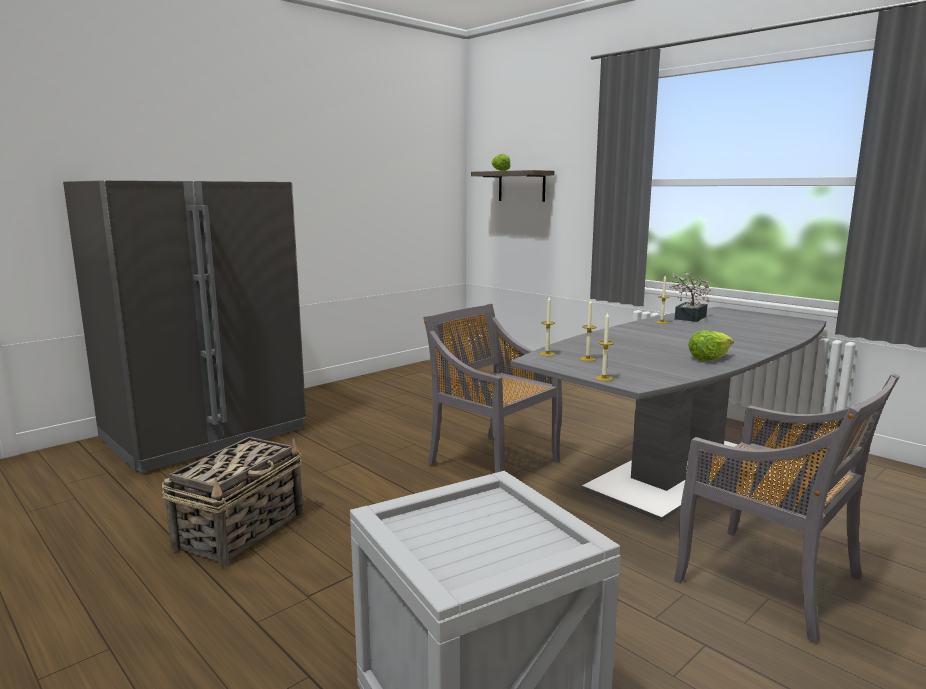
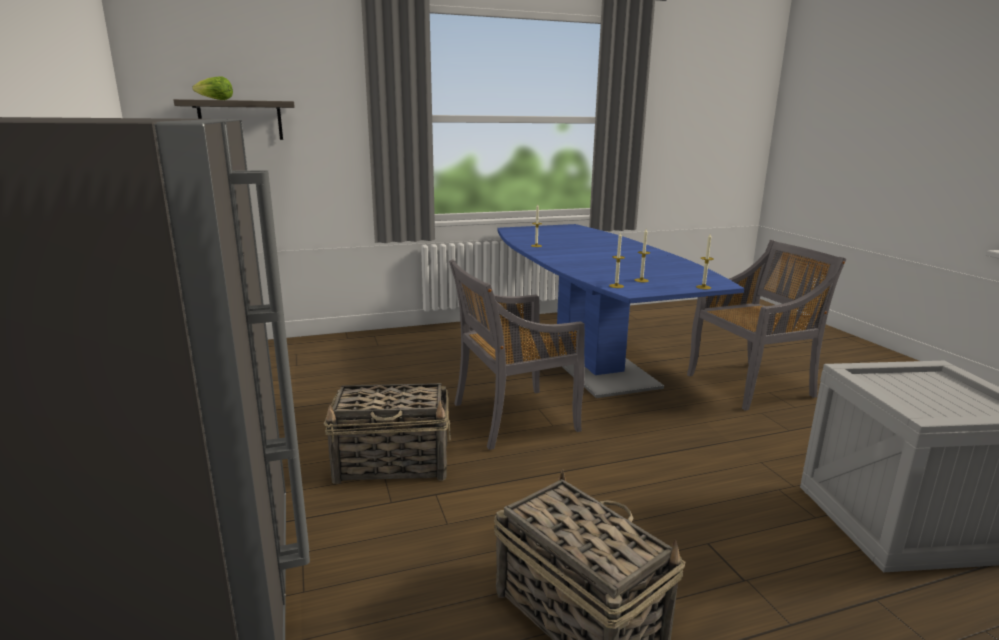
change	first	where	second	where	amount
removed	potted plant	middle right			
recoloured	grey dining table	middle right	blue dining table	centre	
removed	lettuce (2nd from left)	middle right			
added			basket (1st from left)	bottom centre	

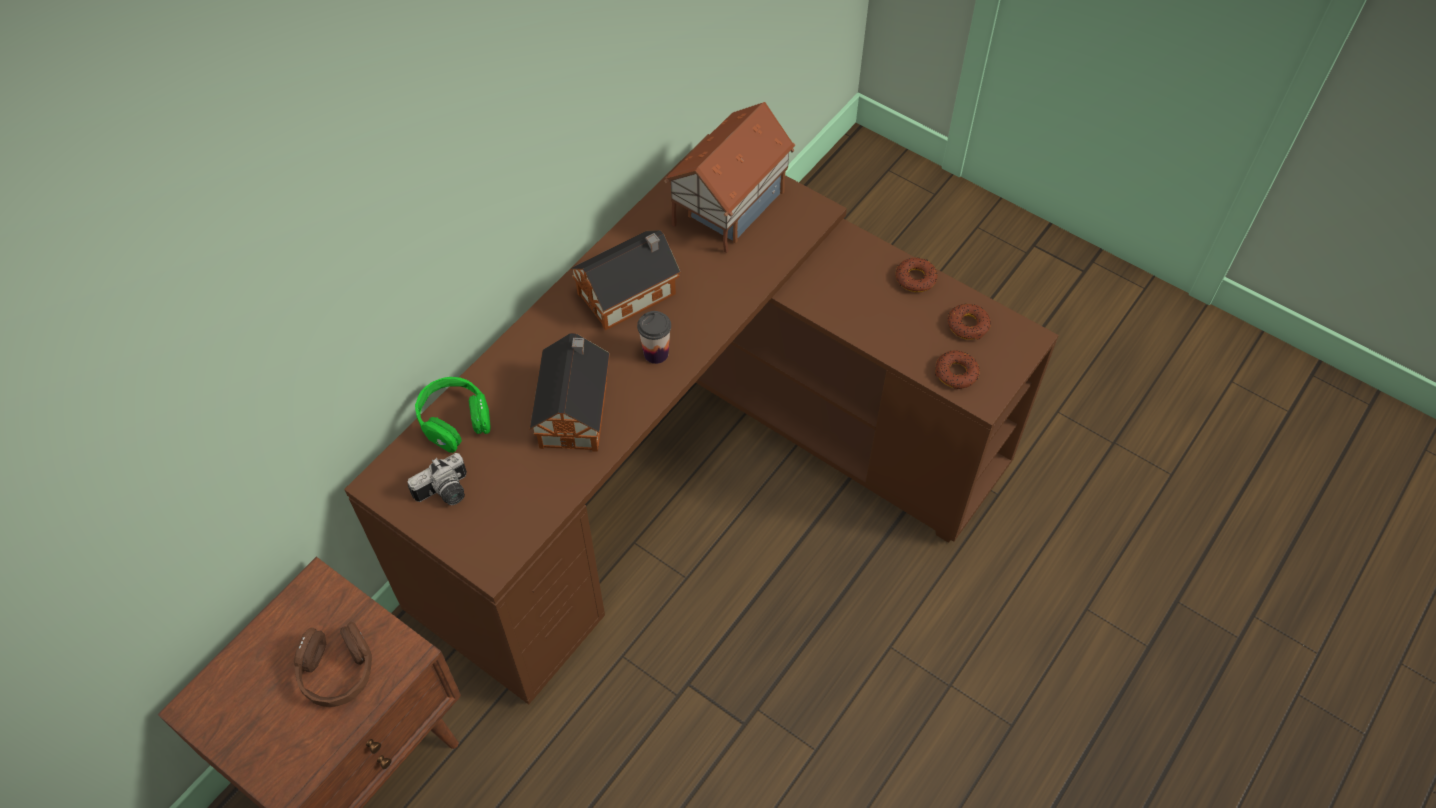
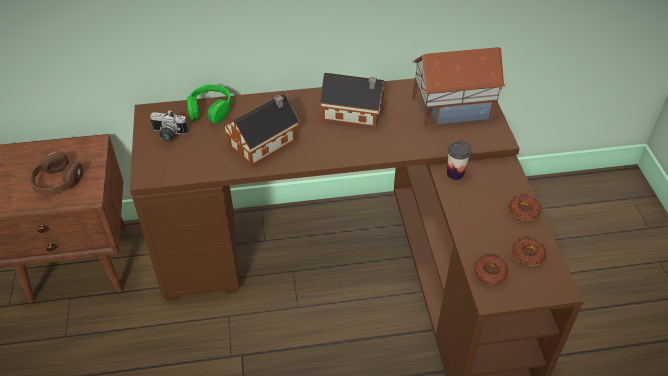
change	first	where	second	where	amount
moved	cup	centre		middle right	

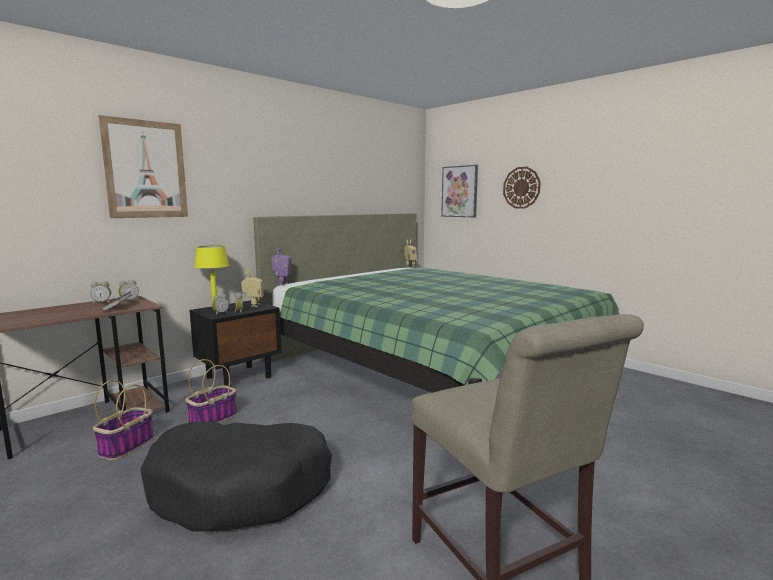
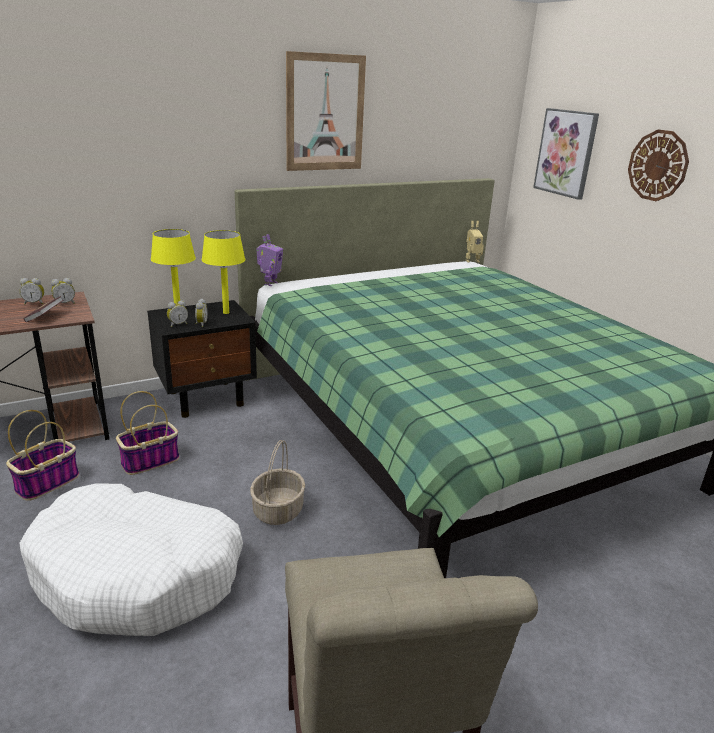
change	first	where	second	where	amount
moved	picture (1st from left)	top left		top centre	
replaced	toy robot (1st from left)	middle left	yellow table lamp (2nd from left)	middle left	
recoloured	black dog bed	bottom left	white dog bed	bottom left	
added			basket (3rd from left)	centre	

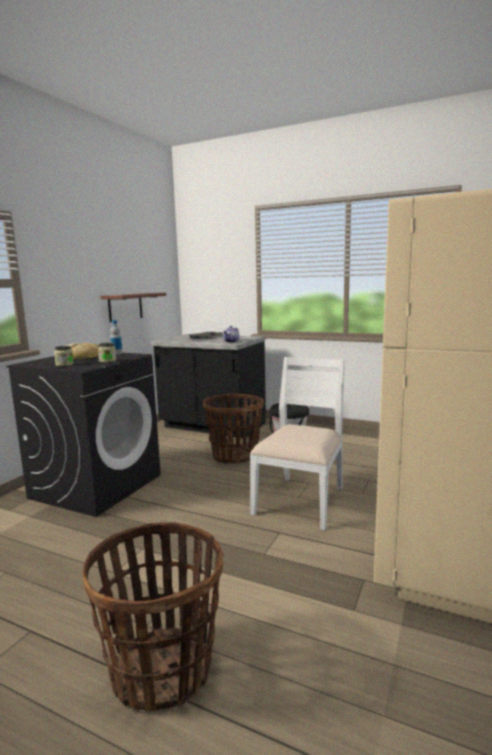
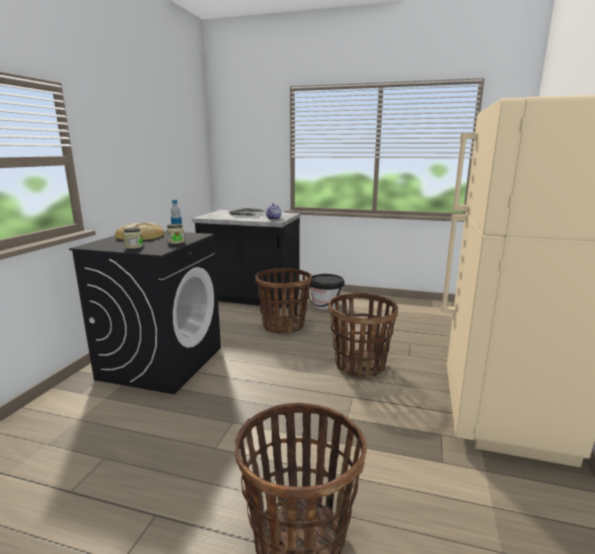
change	first	where	second	where	amount
removed	shelf	middle left			
replaced	white chair	centre	basket (3rd from left)	centre	

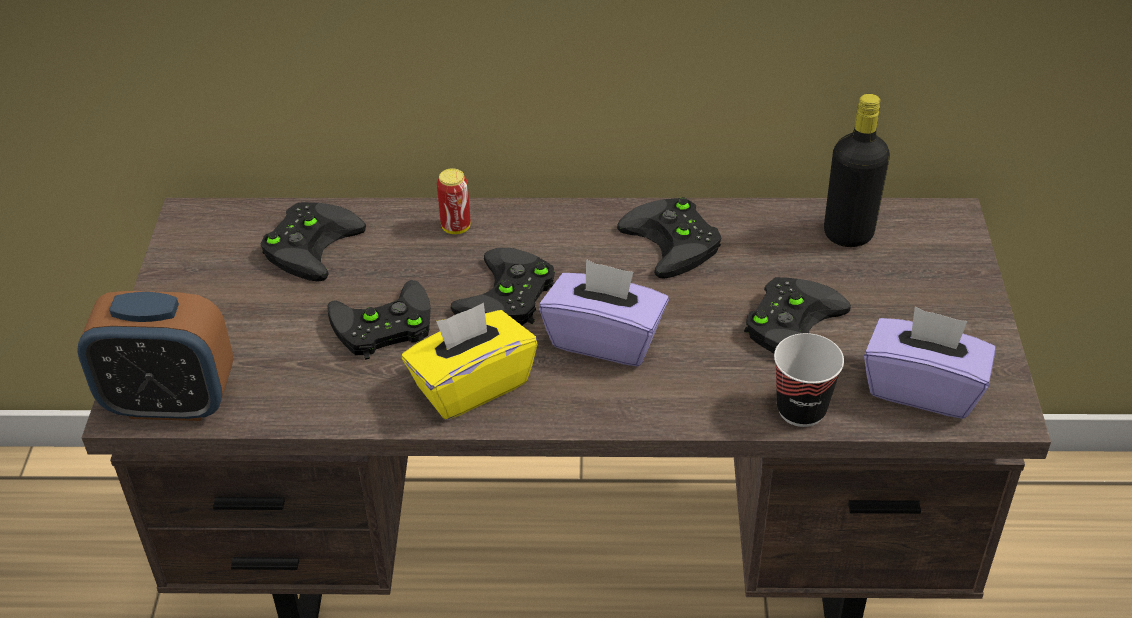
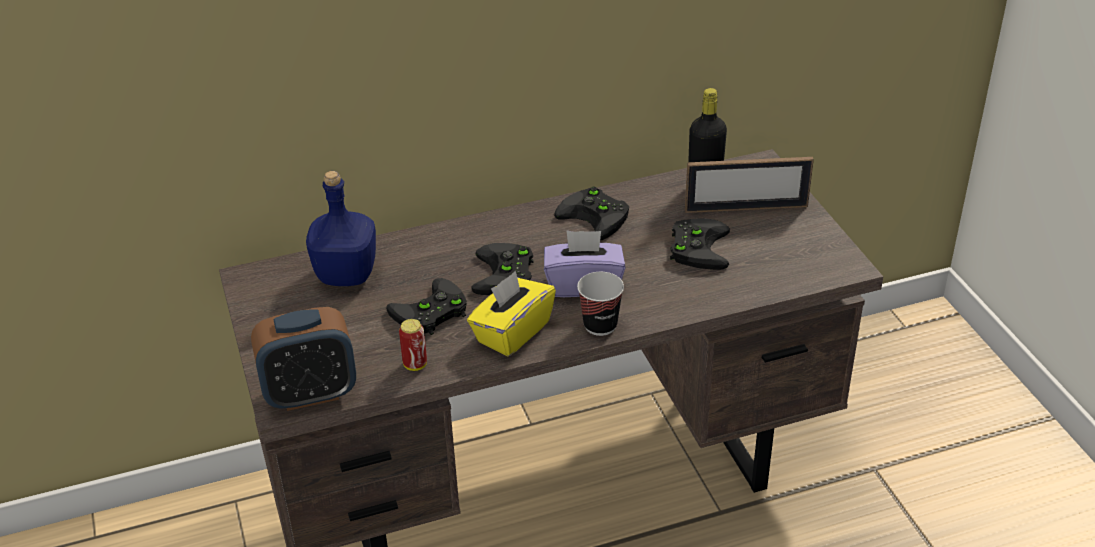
change	first	where	second	where	amount
moved	can	top centre		centre	
replaced	black game controller (1st from left)	middle left	blue bottle	middle left	
removed	purple tissue box (2nd from left)	middle right			
moved	cup	middle right		centre	
added			picture frame	middle right	

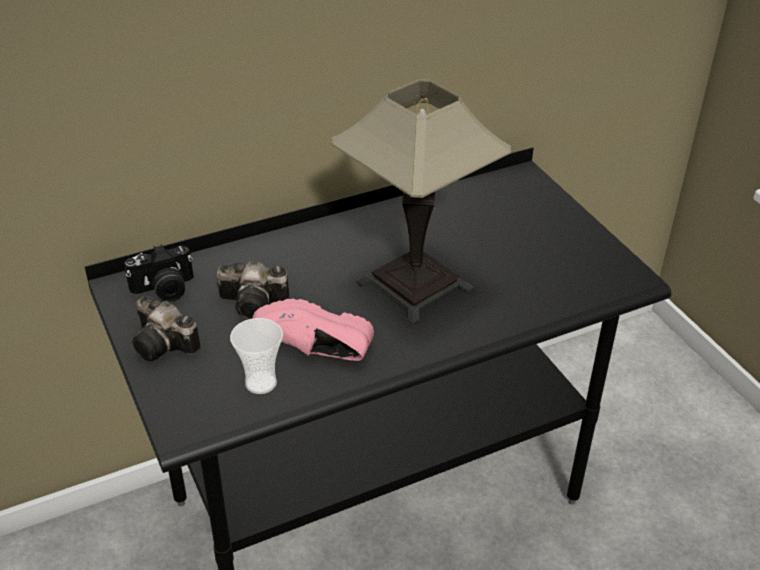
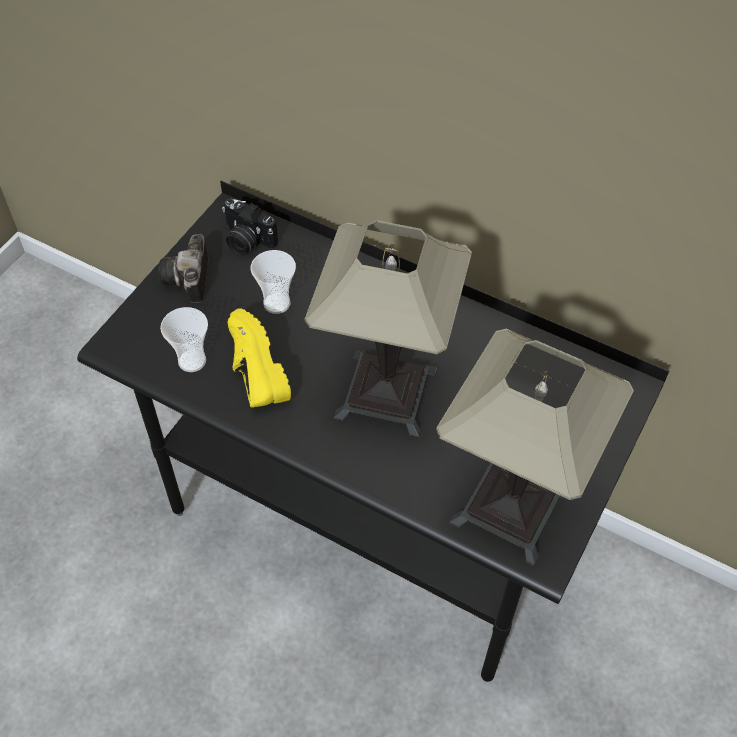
change	first	where	second	where	amount
replaced	photo camera (3rd from left)	middle left	cup (2nd from left)	centre	
recoloured	pink shoe	centre	yellow shoe	centre	
added			table lamp (2nd from left)	middle right	

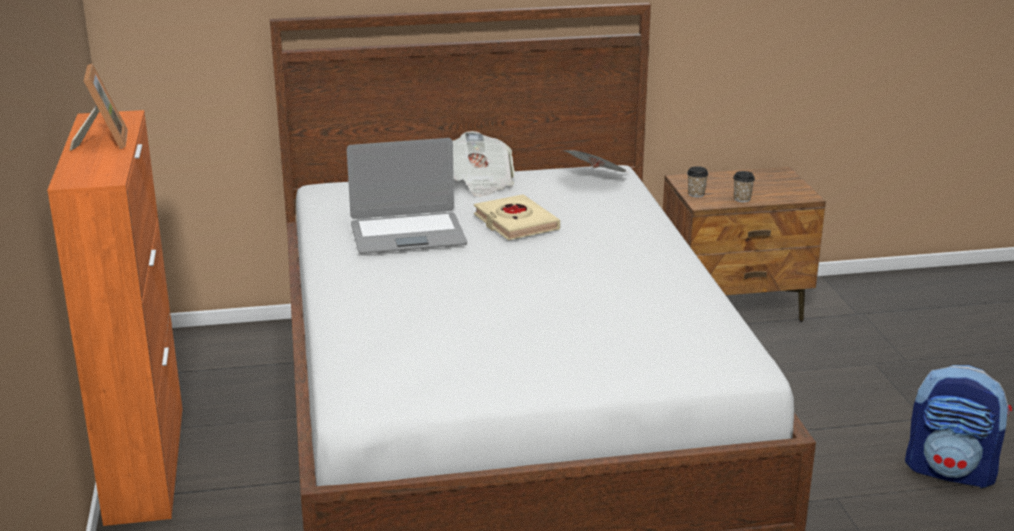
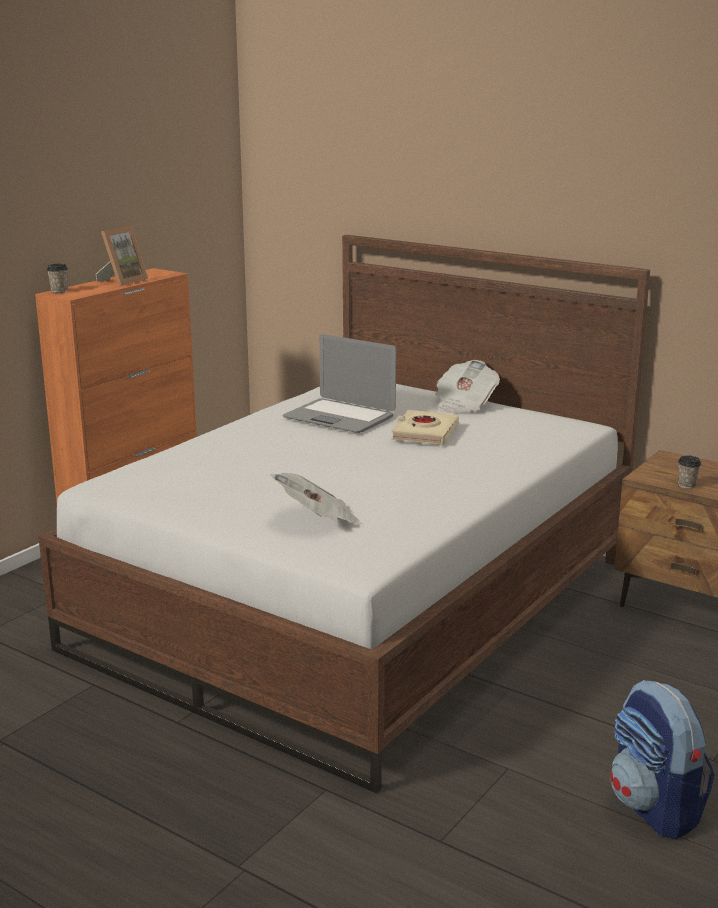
change	first	where	second	where	amount
moved	newspaper (2nd from left in the first image)	top centre	newspaper (1st from left)	centre	
moved	cup (1st from left)	middle right		top left	

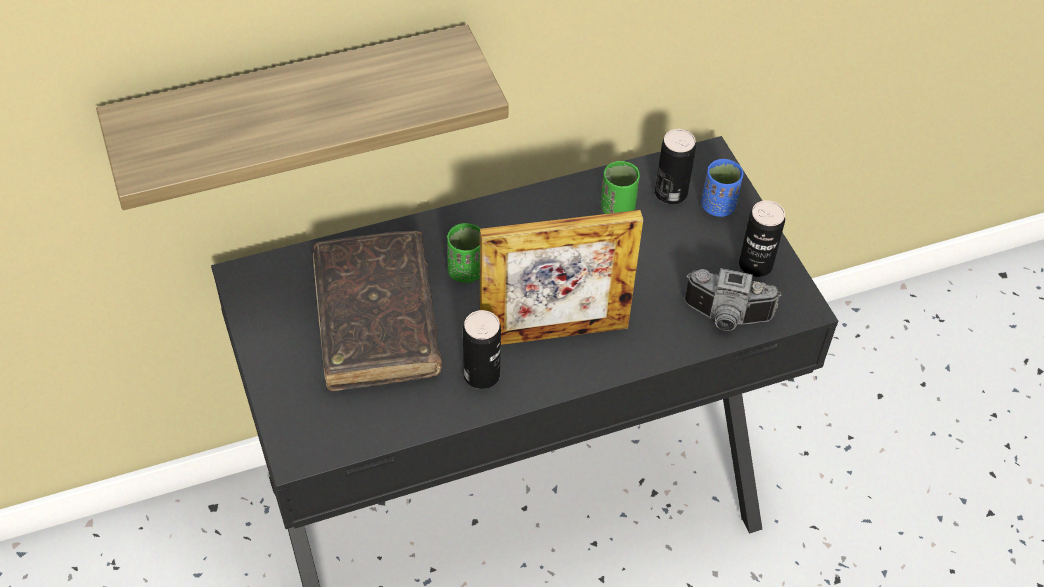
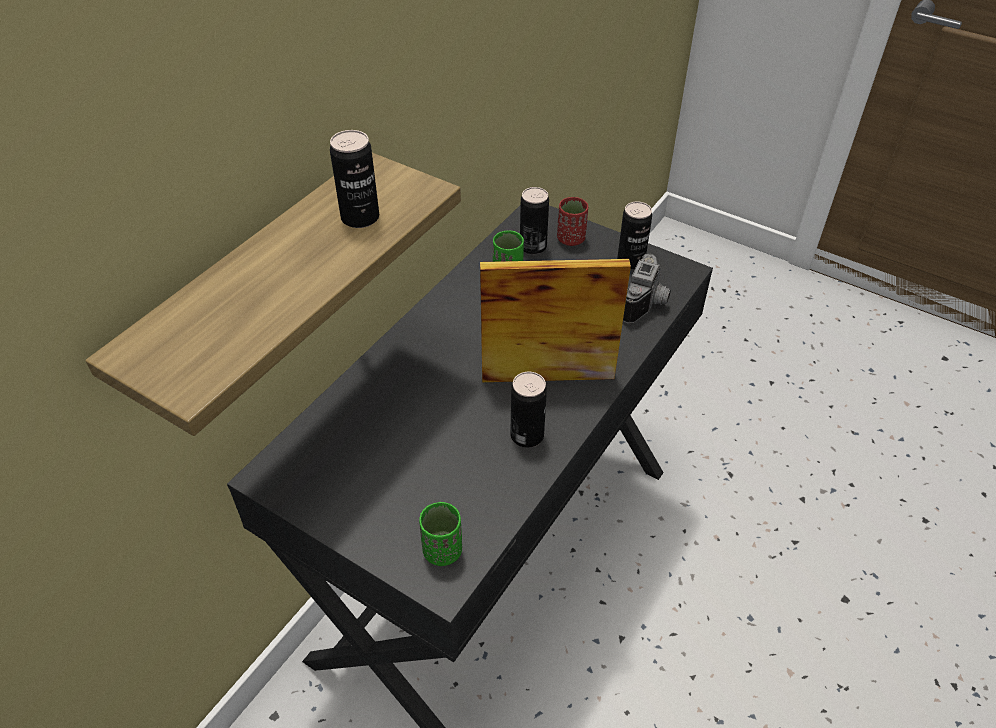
change	first	where	second	where	amount
recoloured	blue cup	top right	red cup	top centre	
turned	picture frame	centre		centre	135 degrees counterclockwise
moved	green cup (1st from left)	centre		bottom centre	
removed	brown book	centre			
turned	photo camera	middle right		centre	45 degrees counterclockwise
added			can (1st from left)	top centre	

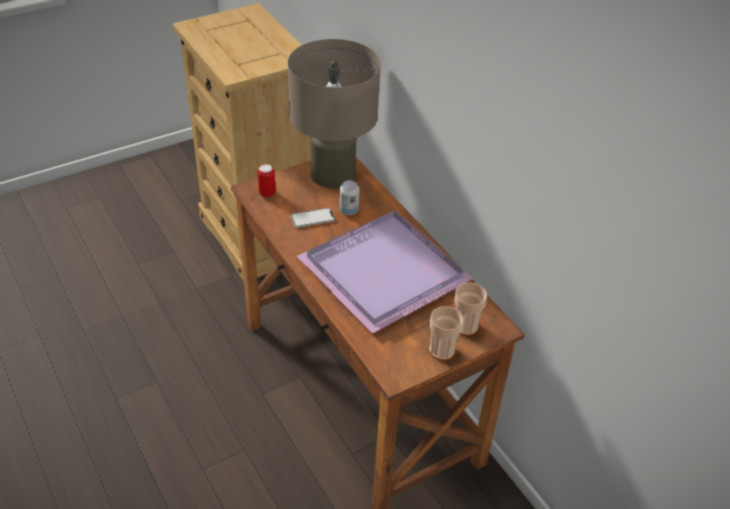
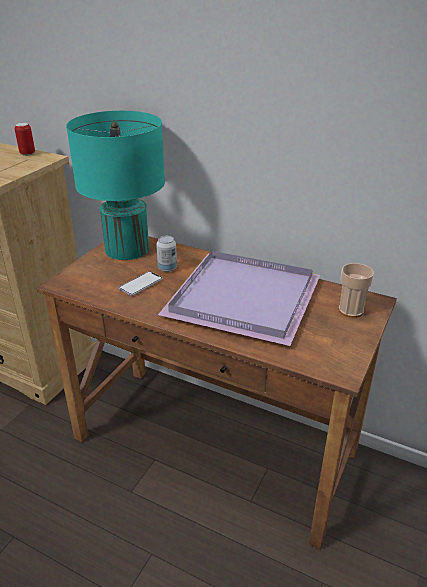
change	first	where	second	where	amount
recoloured	beige table lamp	top centre	turquoise table lamp	top left	
moved	can (1st from left)	centre		top left	
removed	cup (1st from left)	centre			

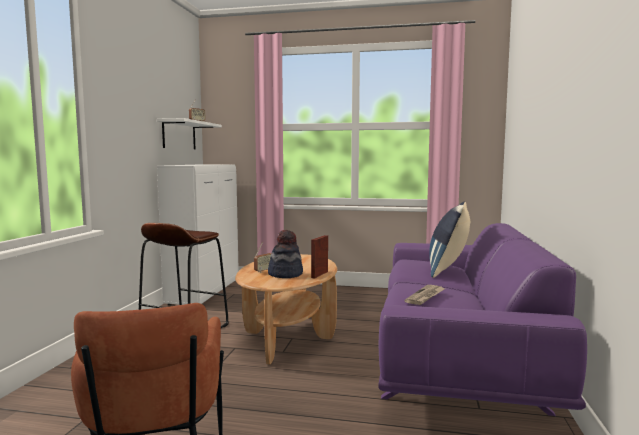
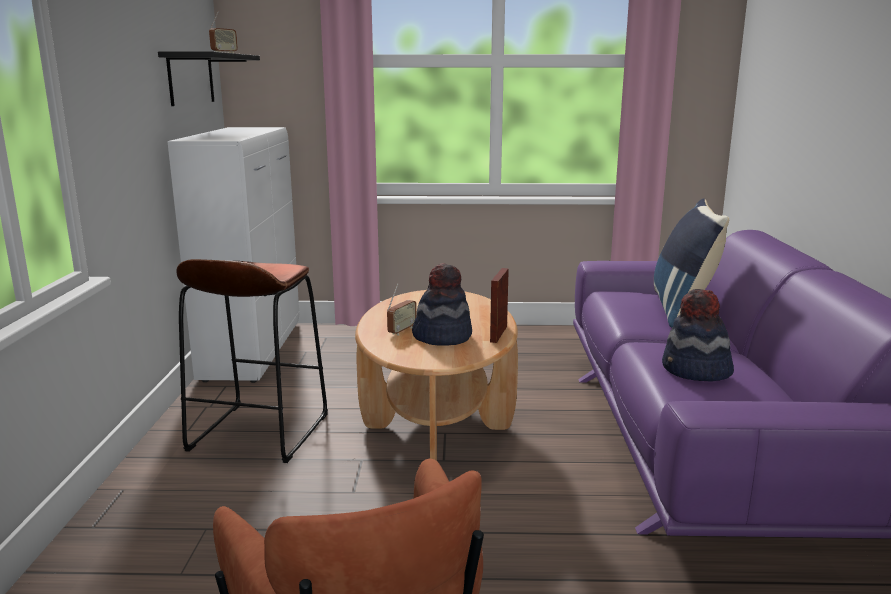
change	first	where	second	where	amount
recoloured	white shelf	top left	black shelf	top left	
replaced	newspaper	bottom centre	hat (2nd from left)	middle right	

